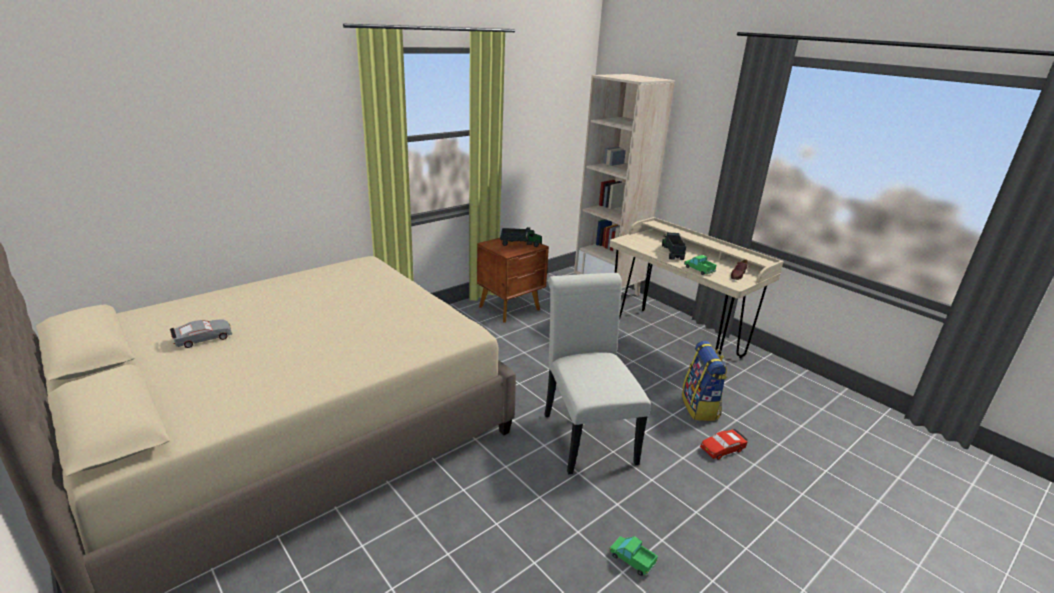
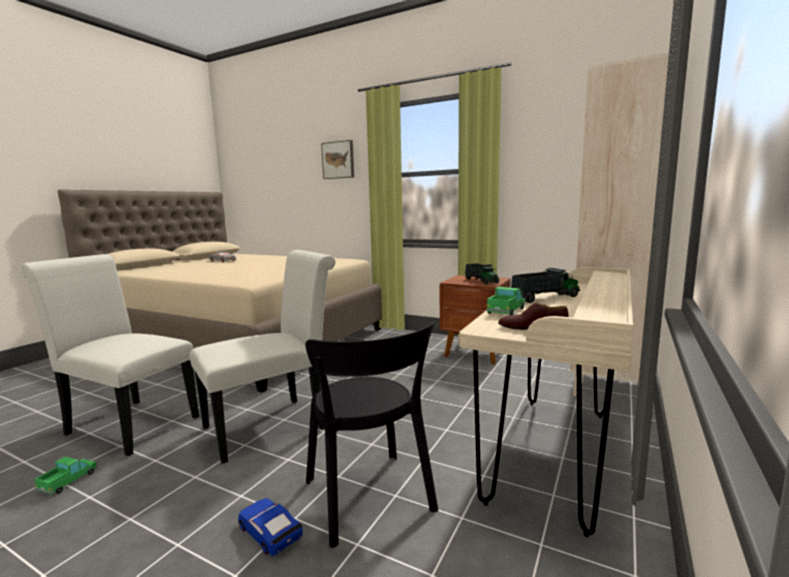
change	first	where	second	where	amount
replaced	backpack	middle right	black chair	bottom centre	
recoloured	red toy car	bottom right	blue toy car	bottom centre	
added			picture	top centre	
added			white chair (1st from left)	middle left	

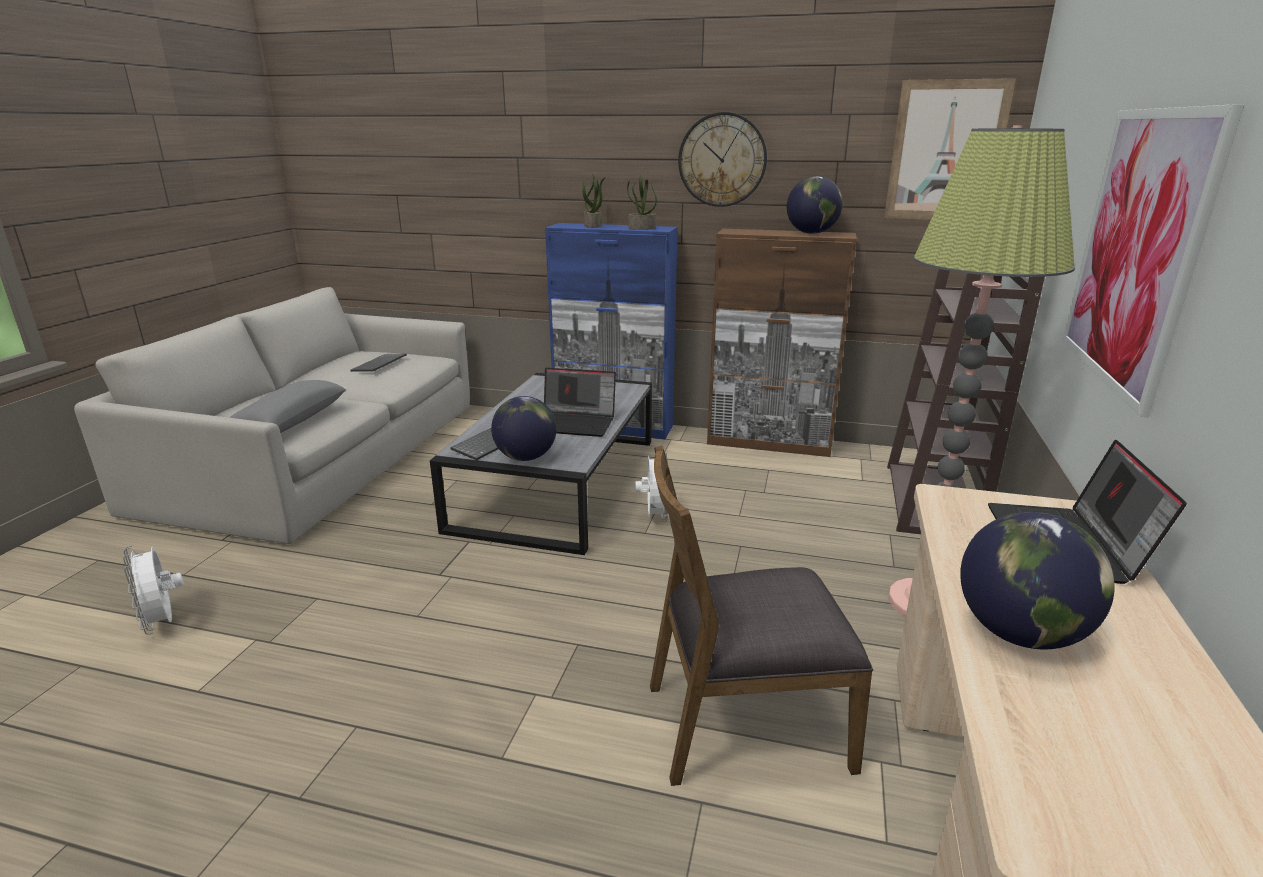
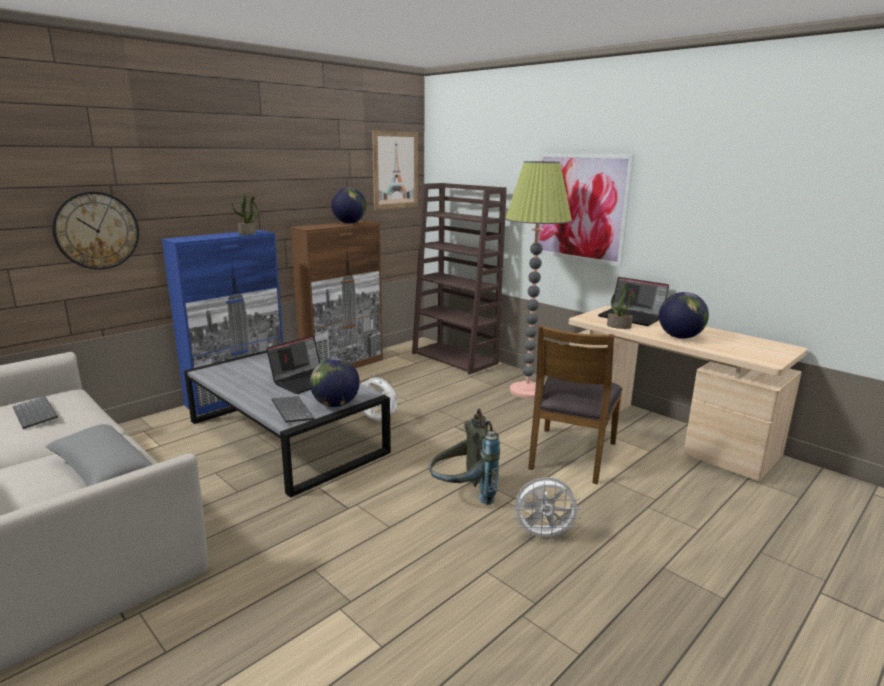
change	first	where	second	where	amount
moved	wall clock	top centre		middle left	
moved	potted plant (1st from left in the first image)	top centre	potted plant (2nd from left)	middle right	
moved	white fan (1st from left in the first image)	bottom left	white fan (2nd from left)	bottom centre	
added			grey backpack	centre	

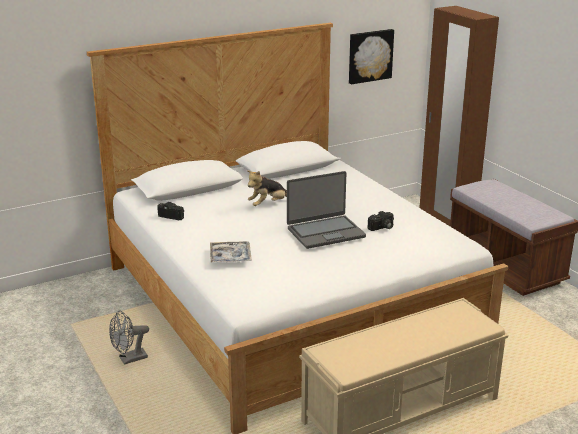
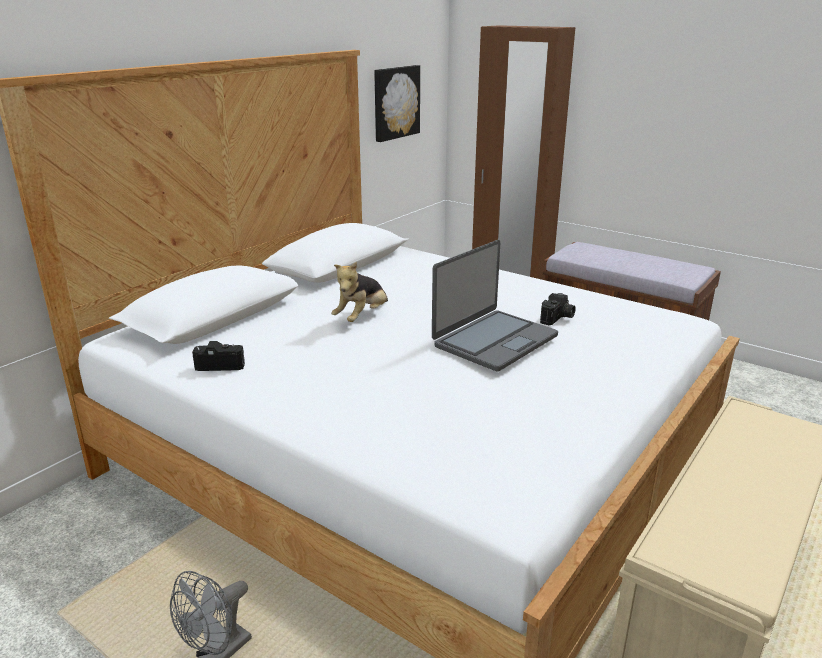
change	first	where	second	where	amount
removed	tray	centre			

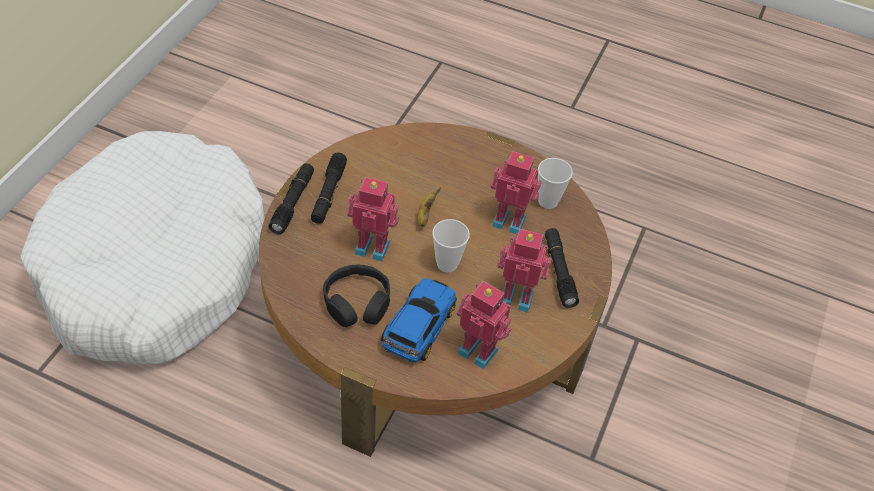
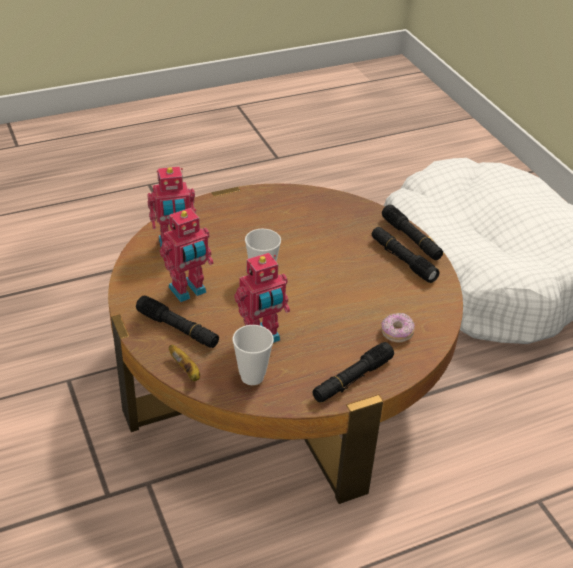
change	first	where	second	where	amount
removed	toy robot (1st from left)	centre			
moved	banana	centre		middle left	
removed	black headphones	centre			
removed	toy car	centre			
added			donut	middle right	
added			black flashlight (2nd from left)	centre	

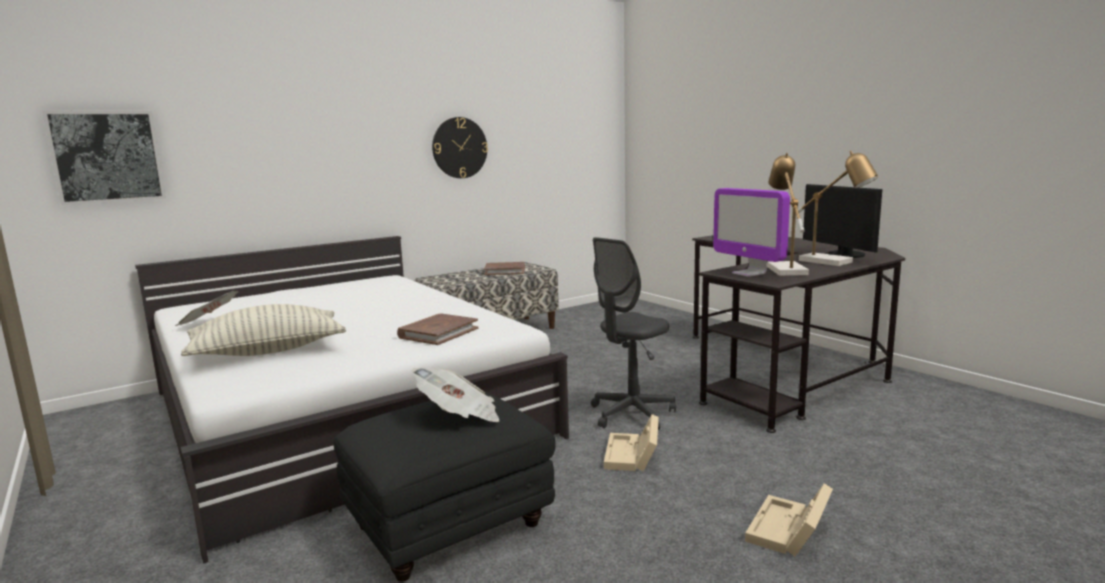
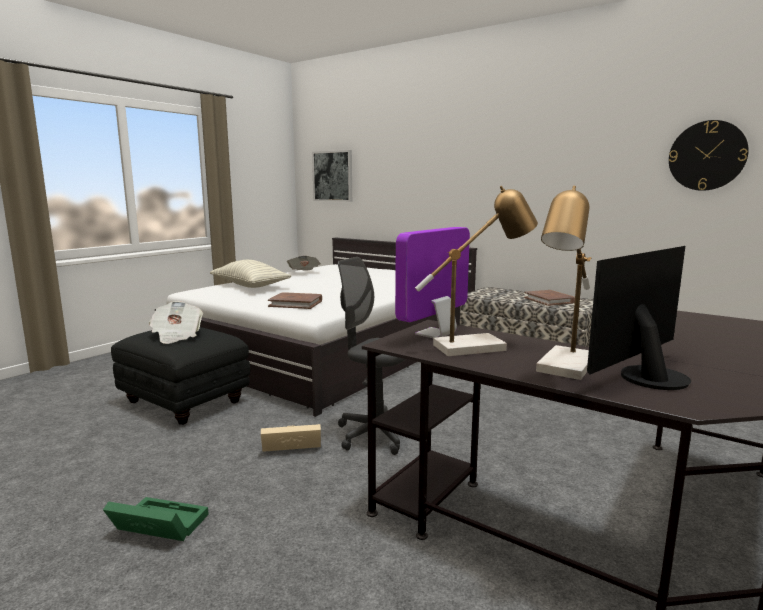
change	first	where	second	where	amount
moved	wall clock	top centre		top right	
recoloured	beige storage box (2nd from left)	bottom right	green storage box	bottom left	

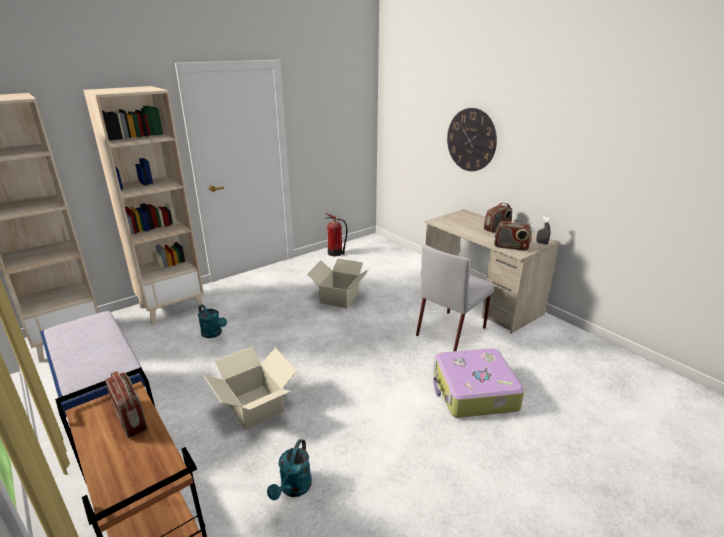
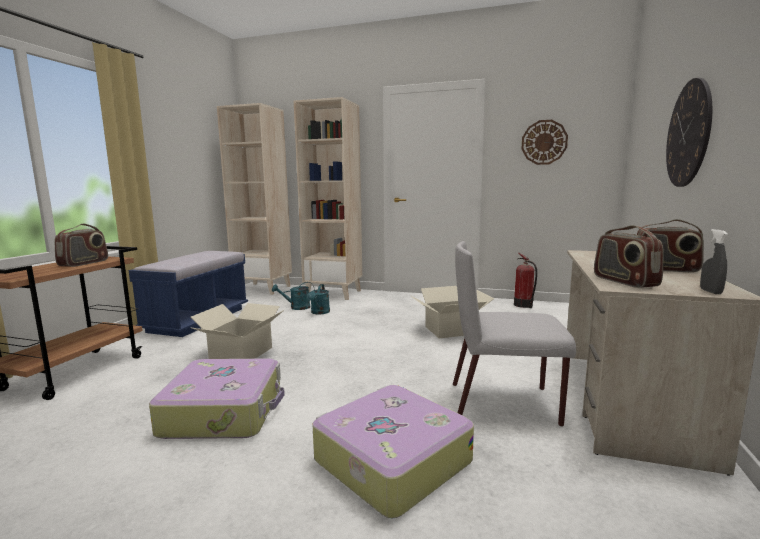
change	first	where	second	where	amount
moved	turquoise watering can (2nd from left in the first image)	bottom centre	turquoise watering can (1st from left)	centre	
added			wall clock (1st from left)	top right	
added			suitcase (1st from left)	bottom left	

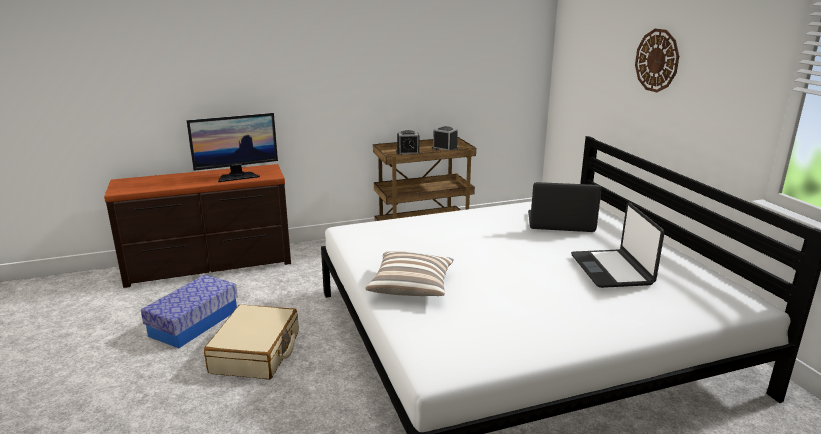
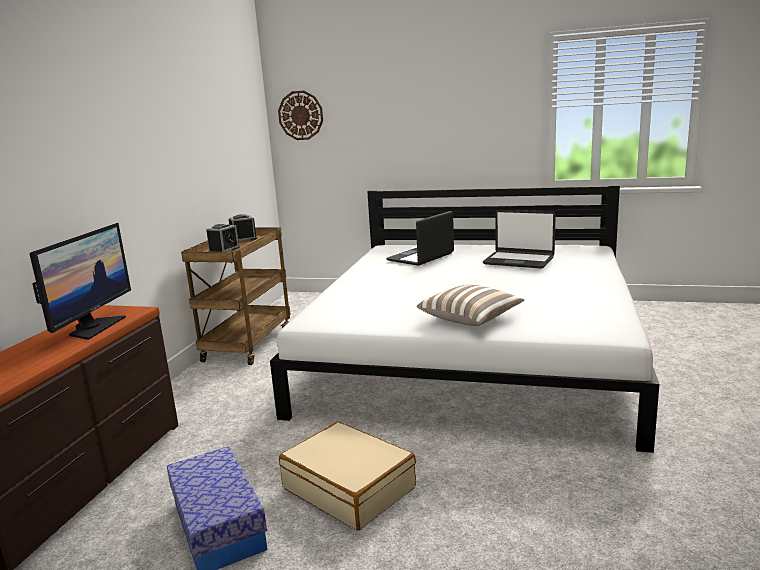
change	first	where	second	where	amount
moved	wall clock	top right		top centre	

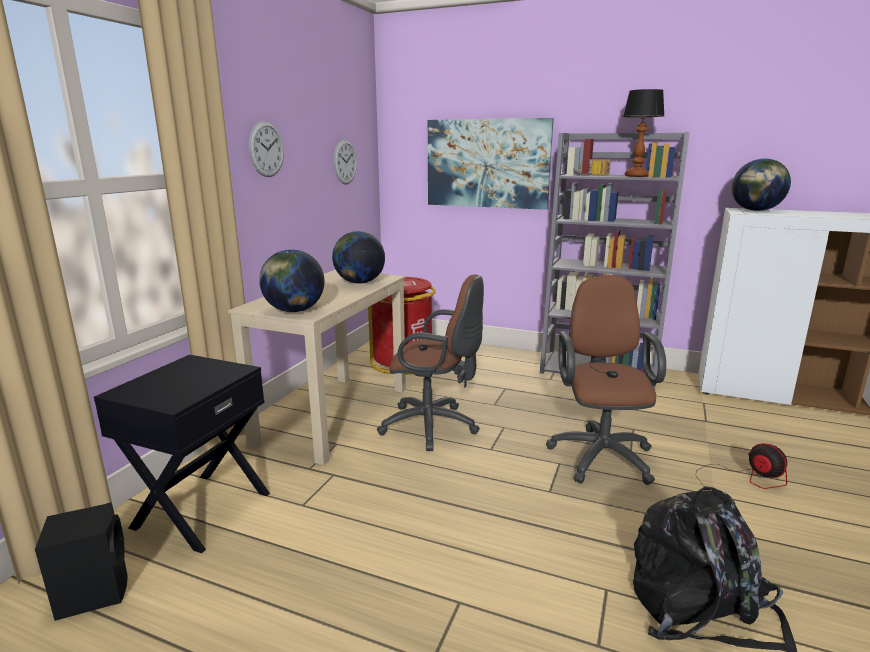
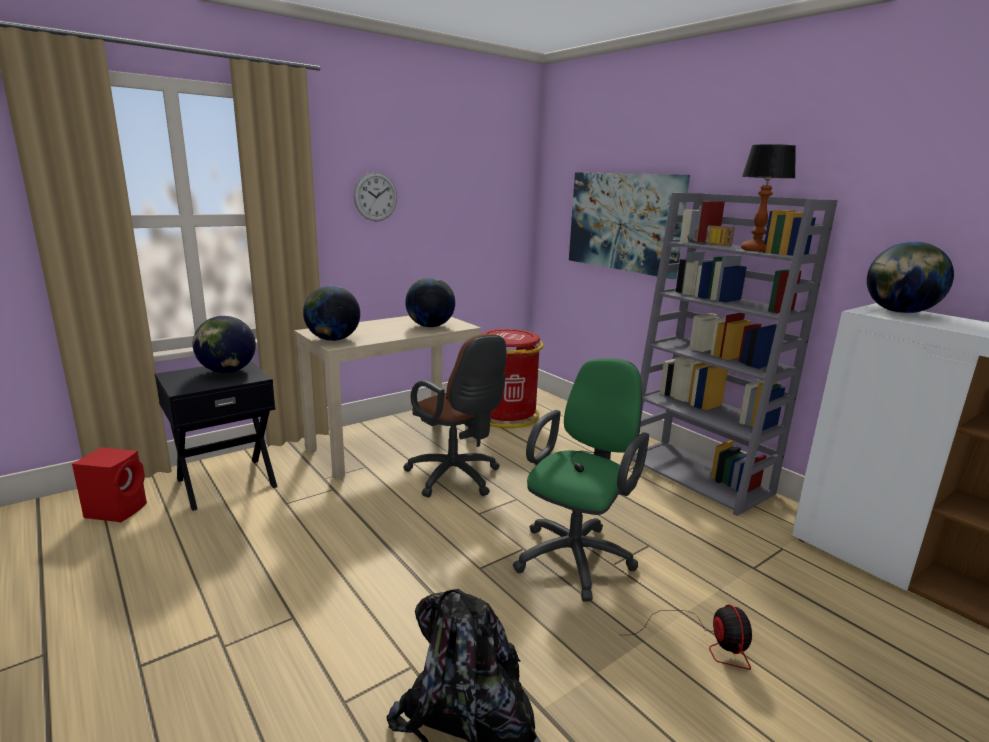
change	first	where	second	where	amount
removed	wall clock (2nd from left)	top centre			
recoloured	brown office chair (2nd from left)	middle right	green office chair	centre	
recoloured	black speaker	bottom left	red speaker	middle left	
added			globe (1st from left)	middle left	

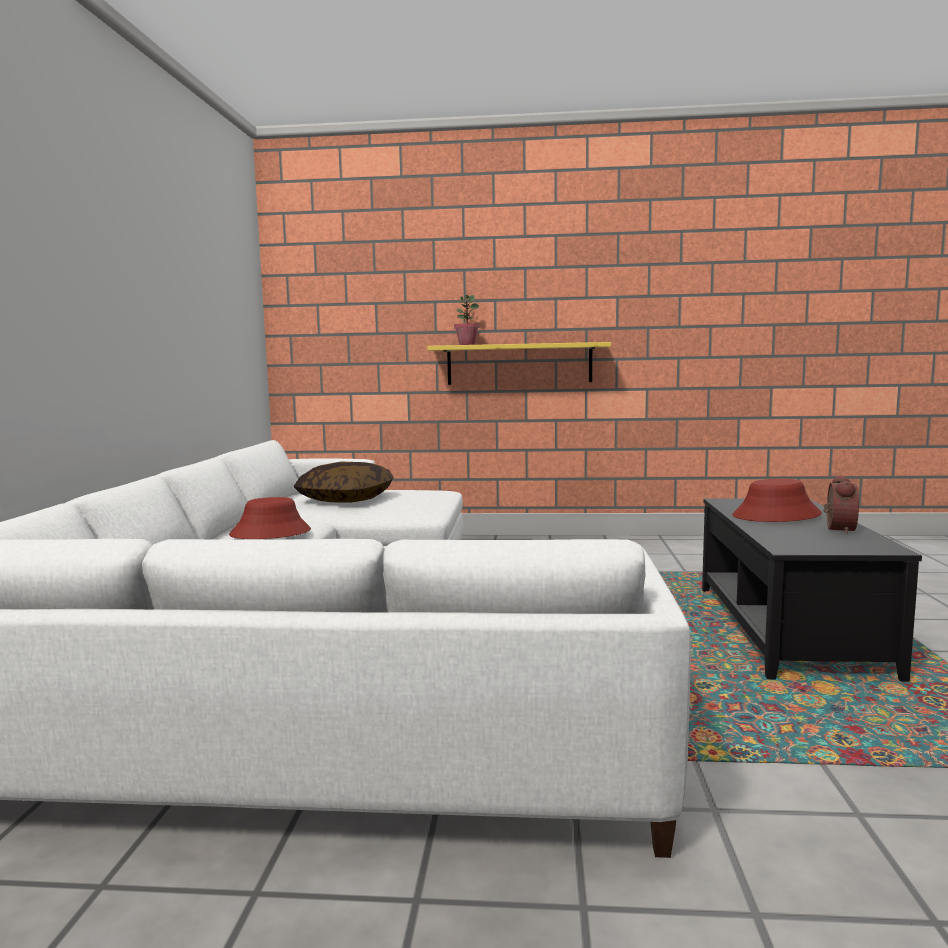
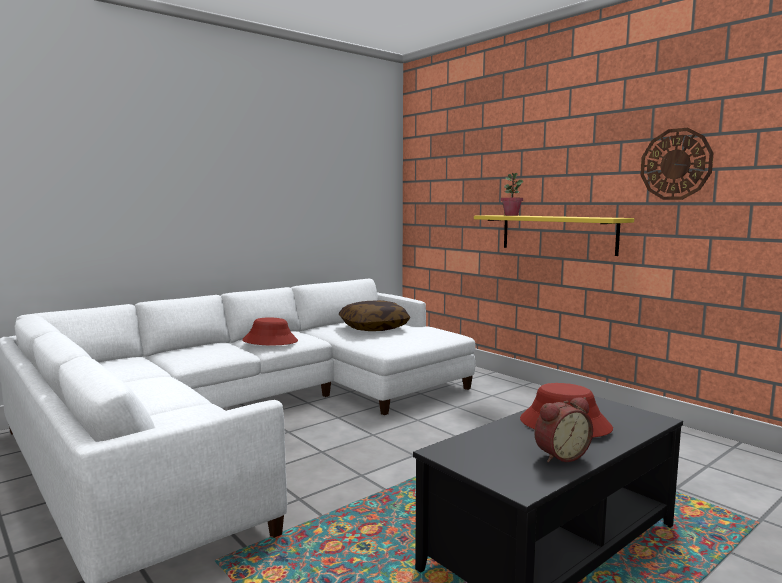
change	first	where	second	where	amount
added			wall clock	top right	

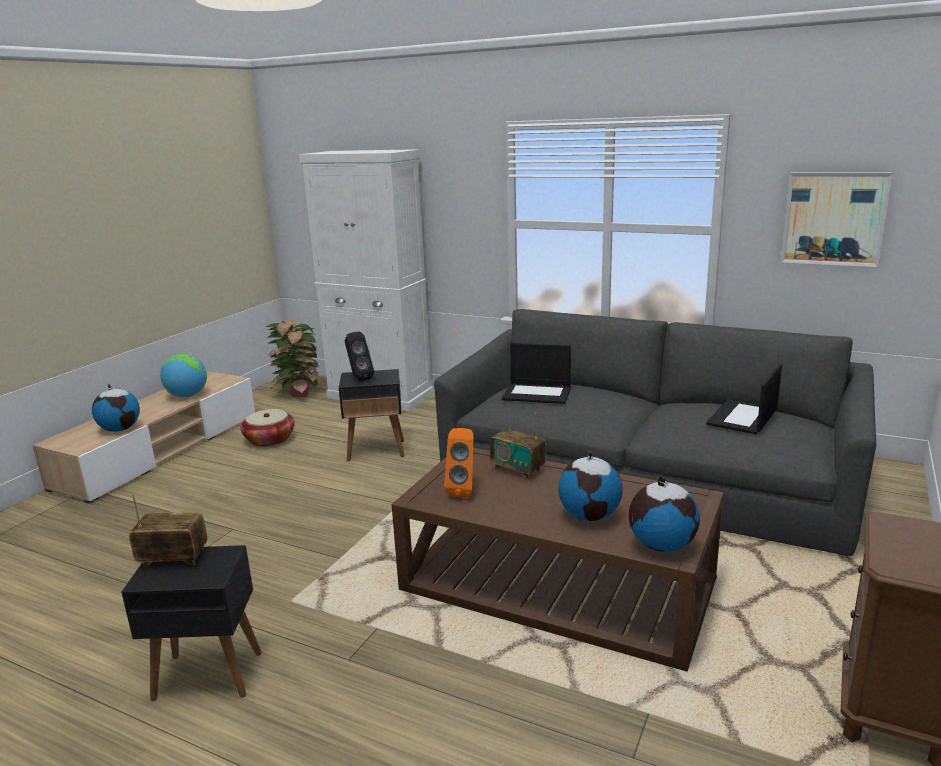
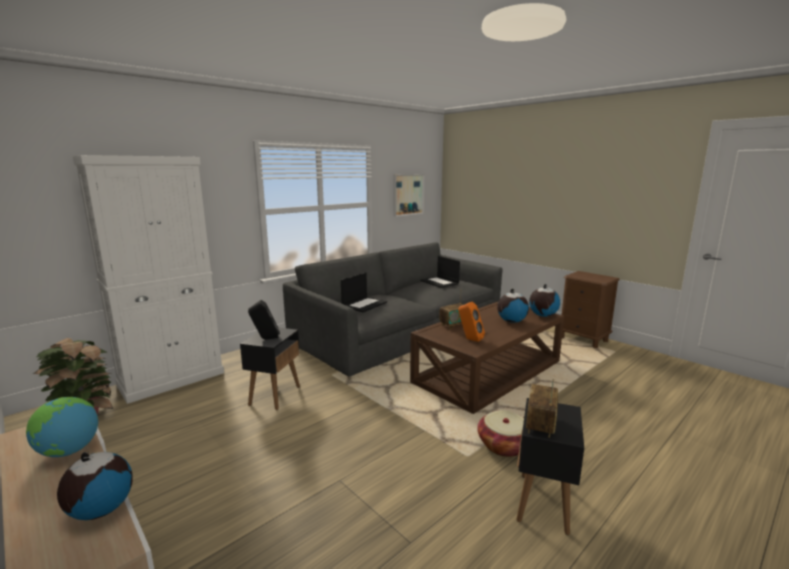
change	first	where	second	where	amount
moved	basket	middle left		bottom centre	

